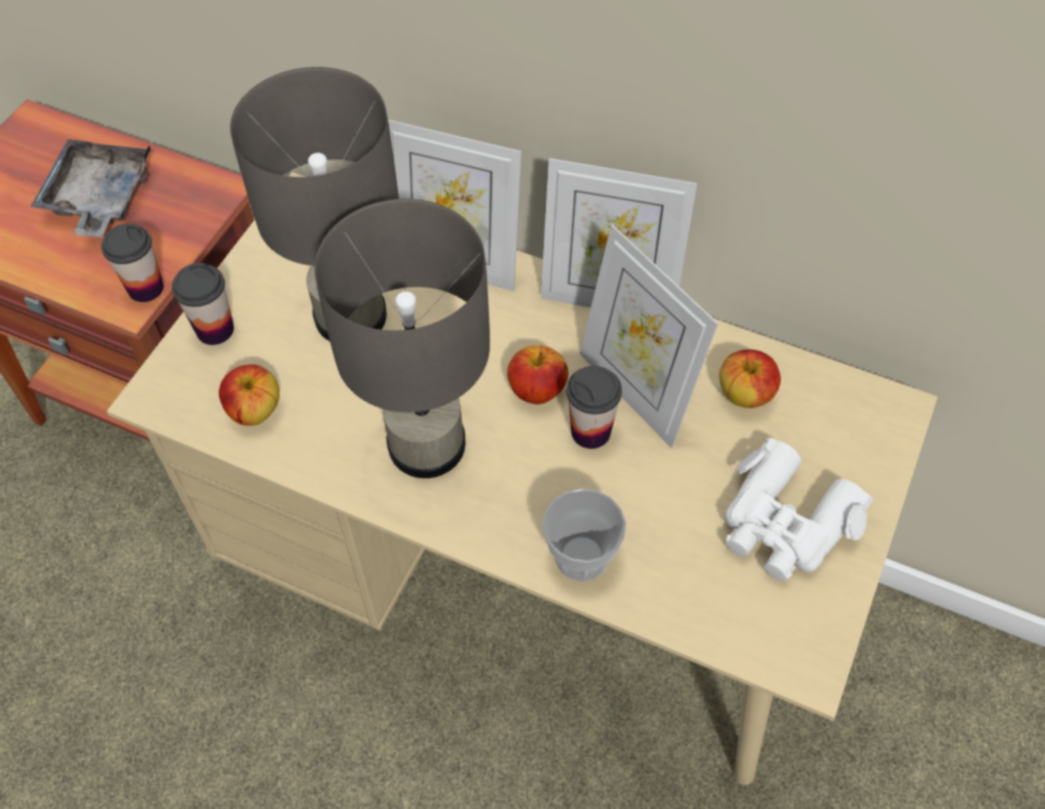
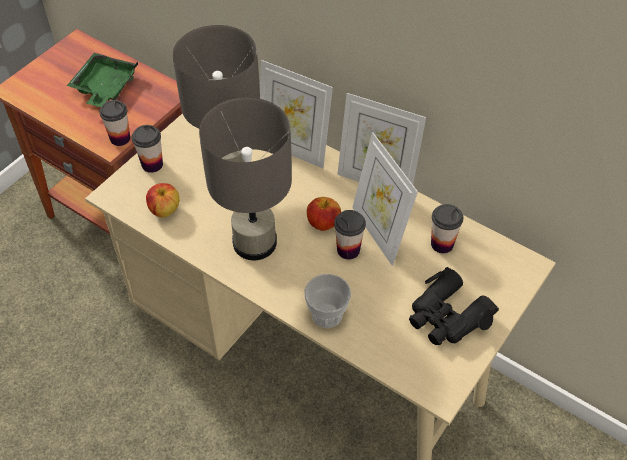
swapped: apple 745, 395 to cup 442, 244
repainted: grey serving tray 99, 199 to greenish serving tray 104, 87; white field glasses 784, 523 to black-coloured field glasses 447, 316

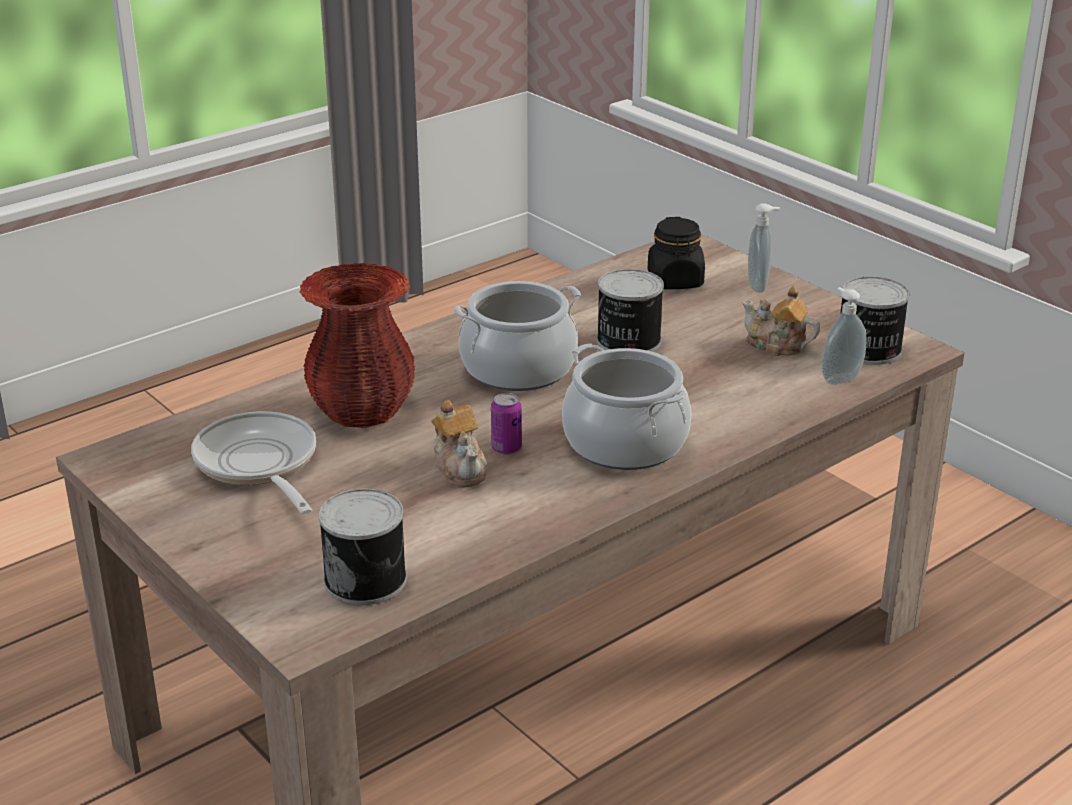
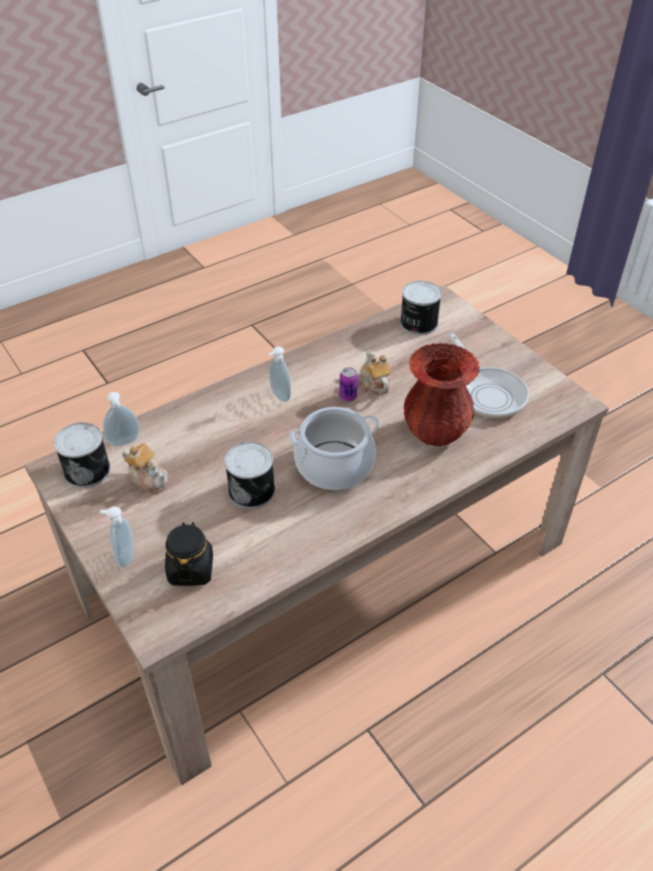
swapped: cooking pot 625, 443 to soap dispenser 279, 396

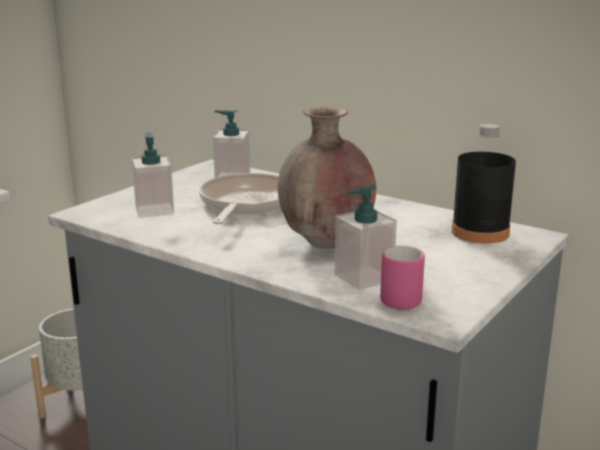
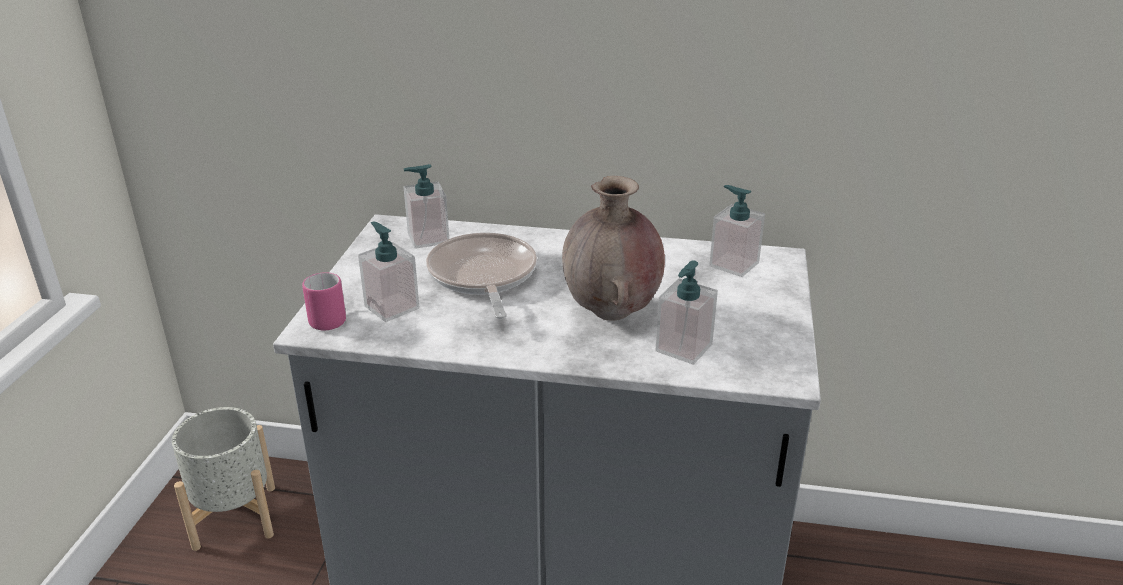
shifted: pinkish coffee mug 404, 299 to 330, 318
swapped: black-coloured drink bottle 480, 232 to soap dispenser 733, 264

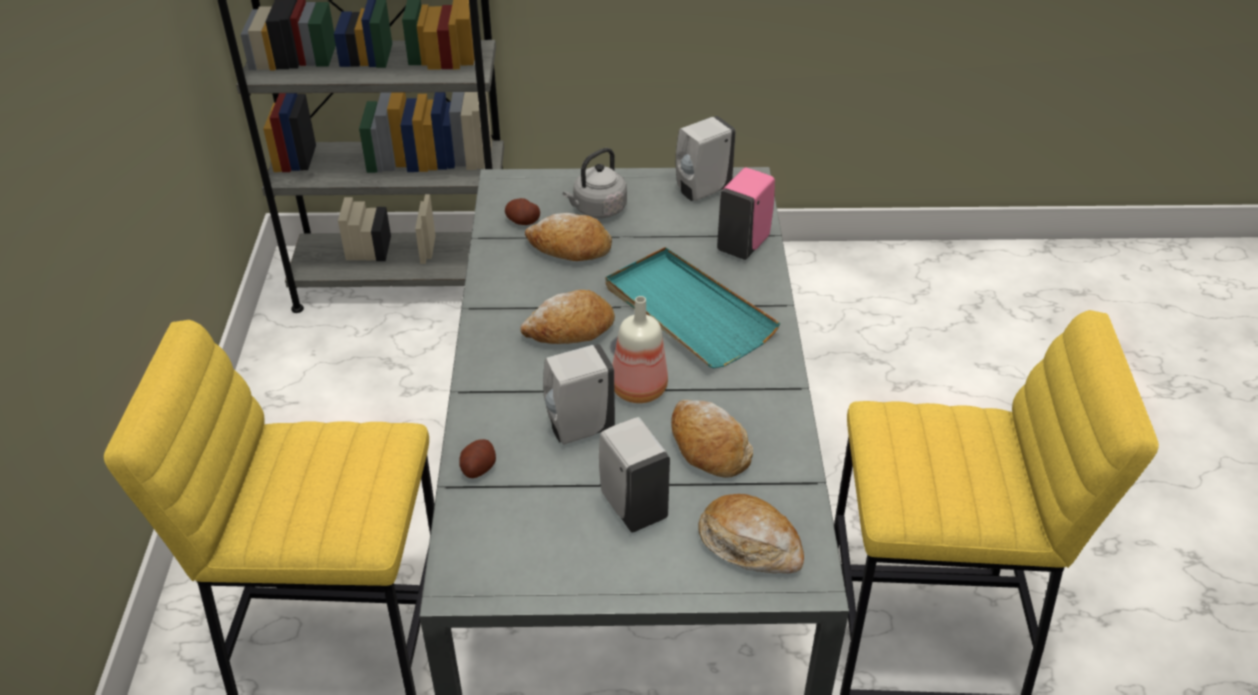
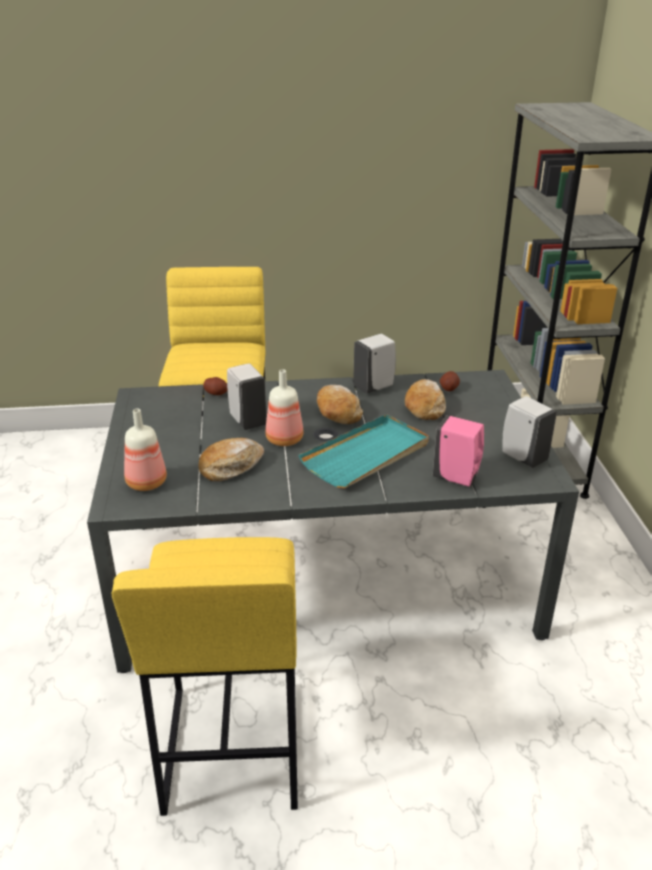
gone: grey kettle 597, 210
shifted: white soap dispenser 632, 505 to 374, 387
swapped: baked bread 750, 544 to drink bottle 146, 483

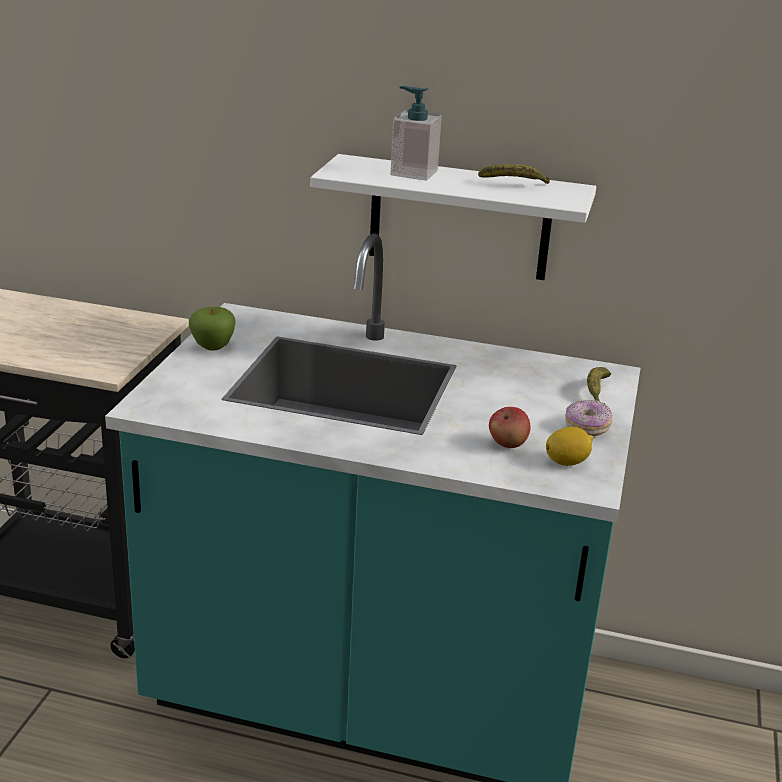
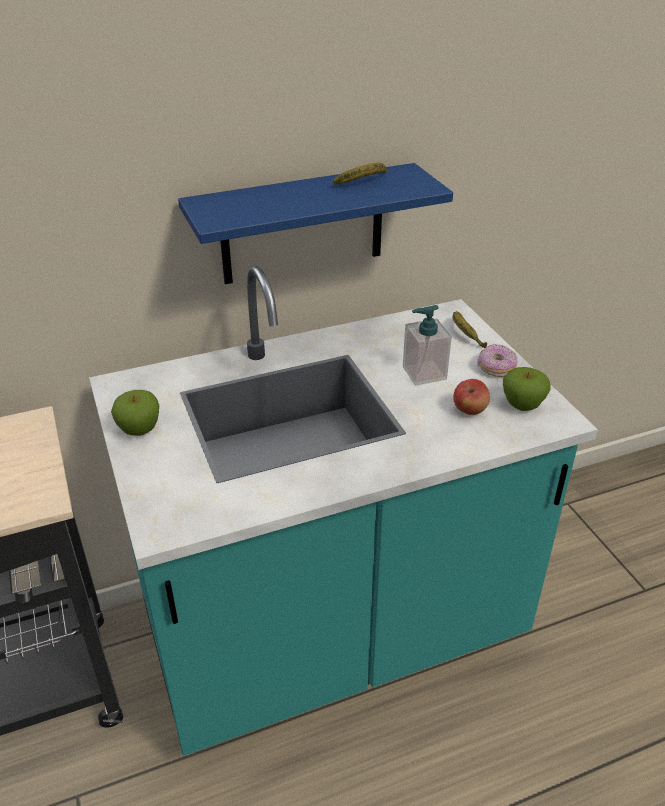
shifted: soap dispenser 413, 173 to 424, 373
swapped: whole lemon 567, 462 to apple 522, 405
repainted: white wall shelf 459, 218 to blue-coloured wall shelf 303, 225

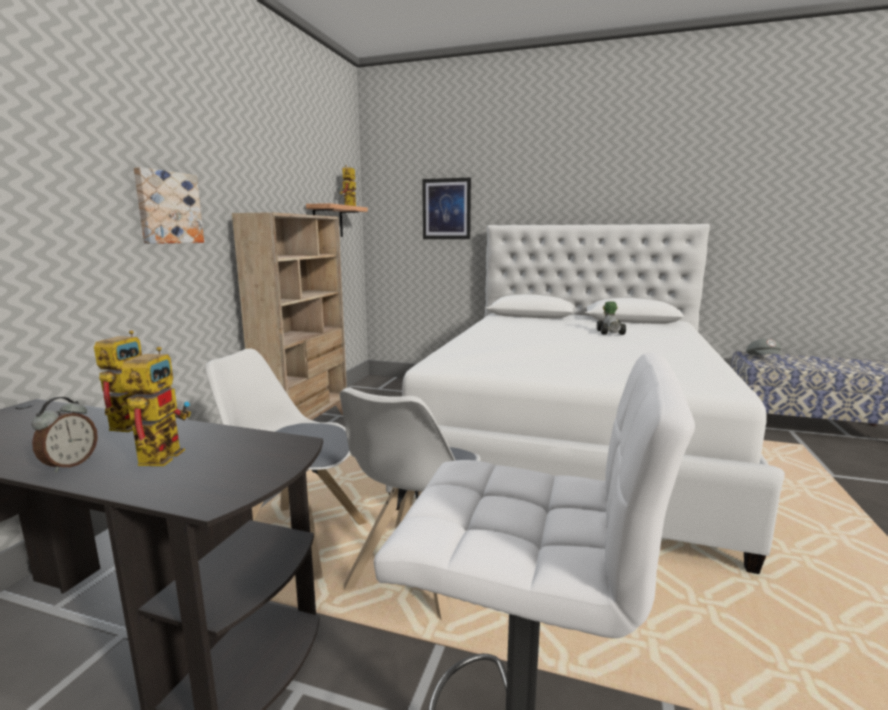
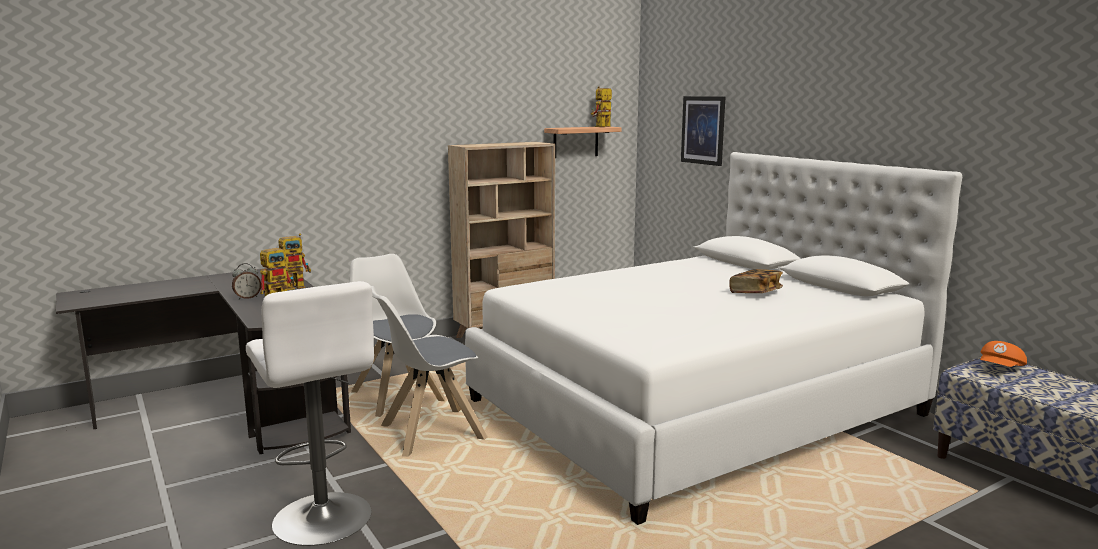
gone: wall art 168, 207
swapped: model car 610, 332 to bound book 755, 293
repainted: grey cap 764, 358 to orange cap 1001, 369

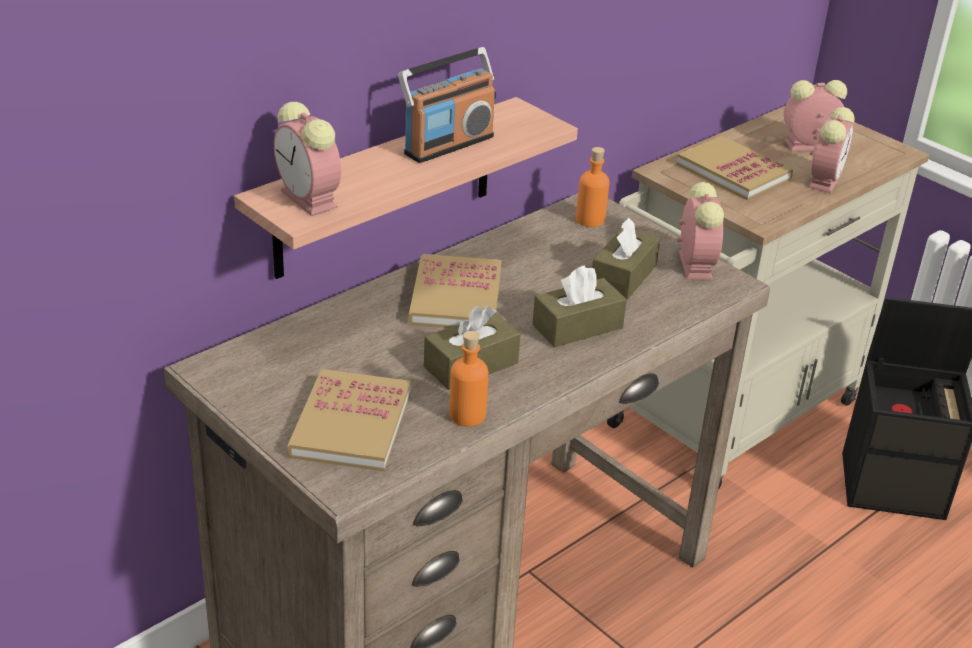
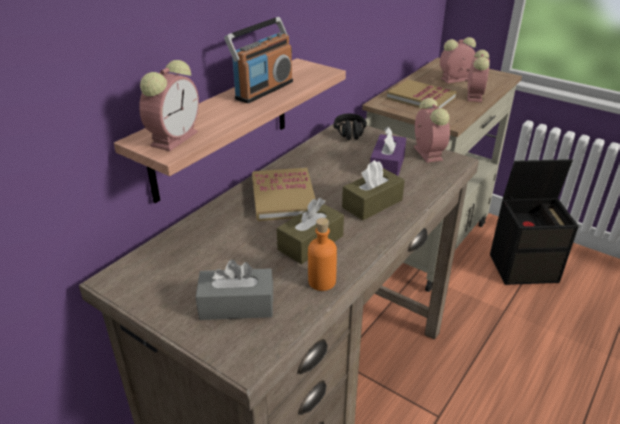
swapped: orange drink bottle 590, 220 to black-coloured headset 350, 135; bound book 351, 424 to grey box of tissues 237, 305
repainted: brown box of tissues 623, 276 to purple-coloured box of tissues 387, 166
rotated: table clock 311, 200 = 175, 137 105 degrees counterclockwise

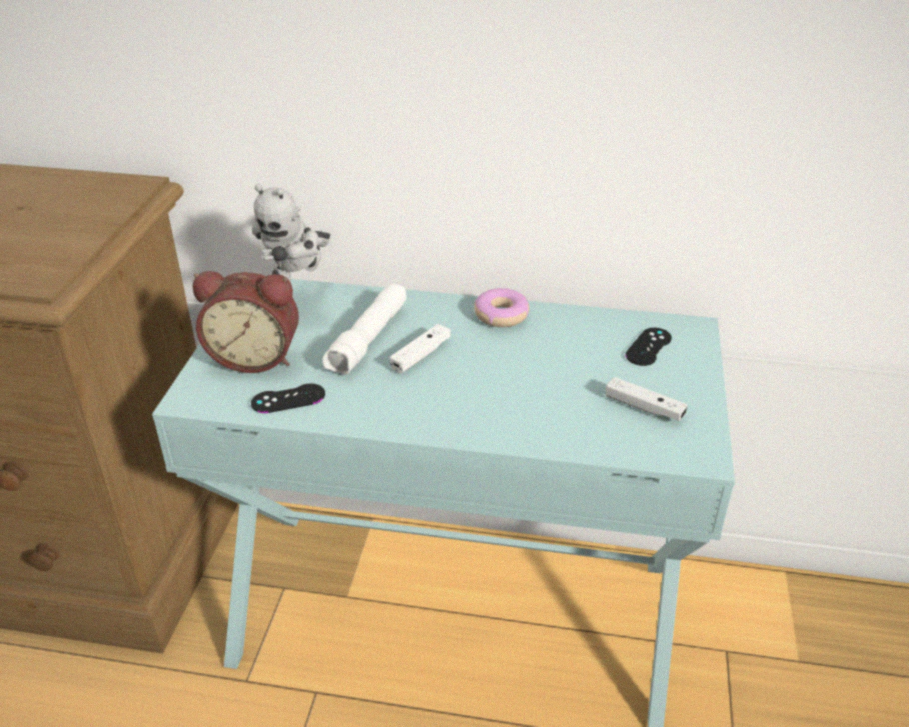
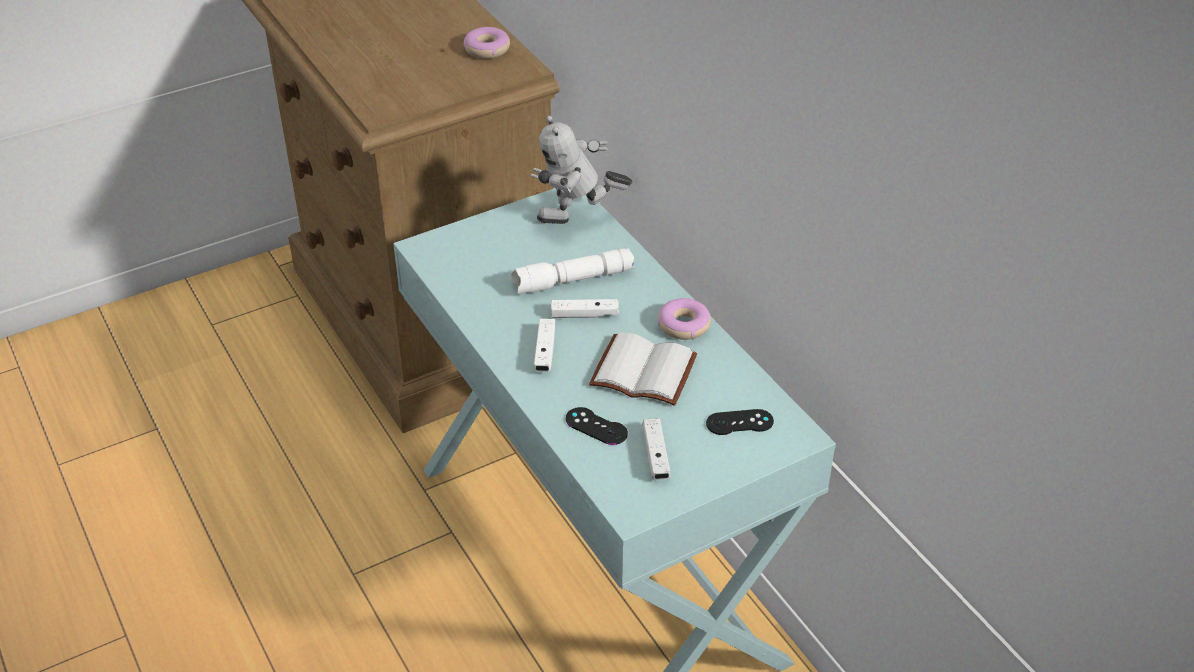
gone: table clock 256, 357
new: ring doughnut 487, 49; white game controller 545, 352; white bound book 641, 373
shifted: black-coloured game controller 288, 399 to 596, 426

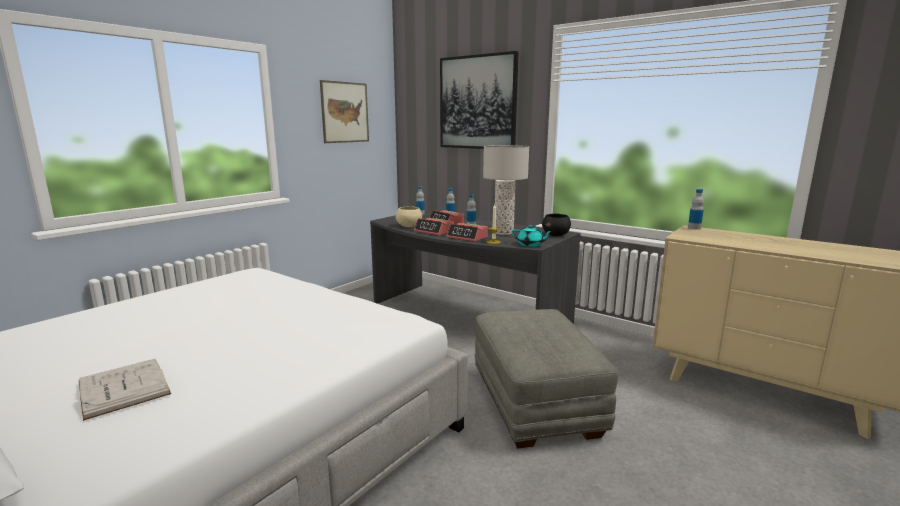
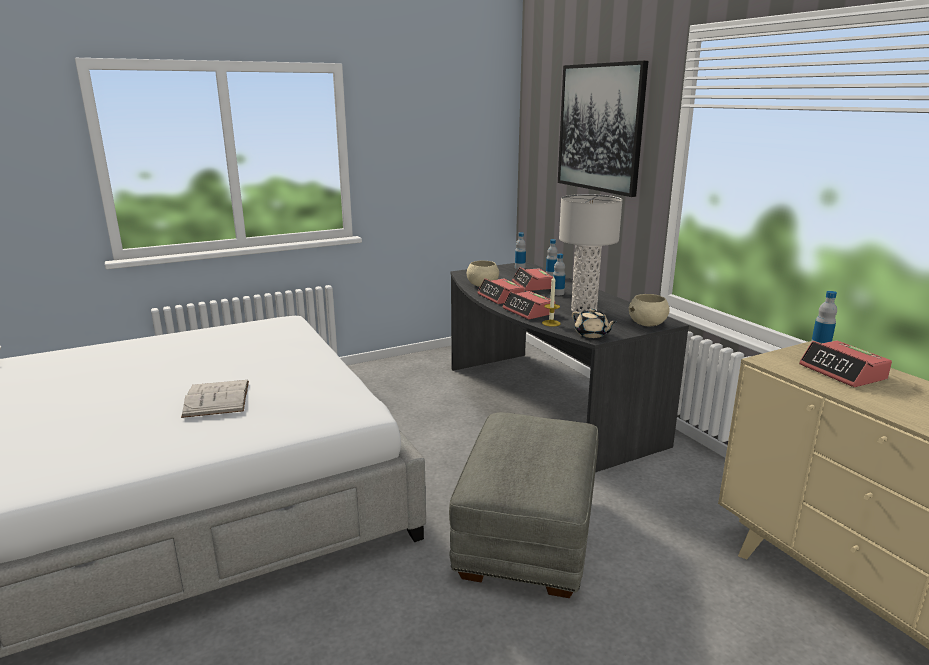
gone: wall art 345, 112
new: table clock 843, 372
shifted: white bound book 123, 387 to 217, 398
repainted: black-coloured serving bowl 556, 235 to beige serving bowl 647, 324; blue-green teapot 530, 245 to beige teapot 591, 334

